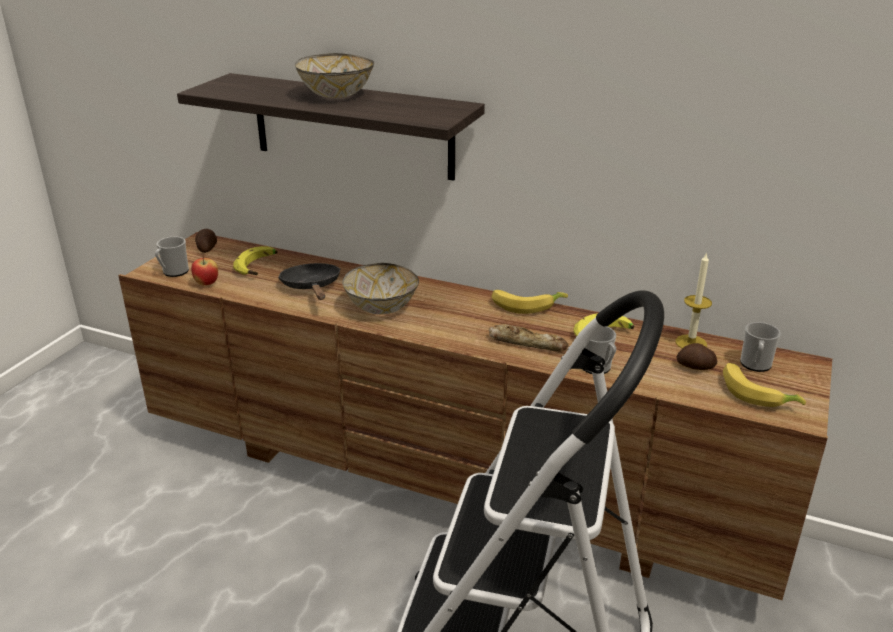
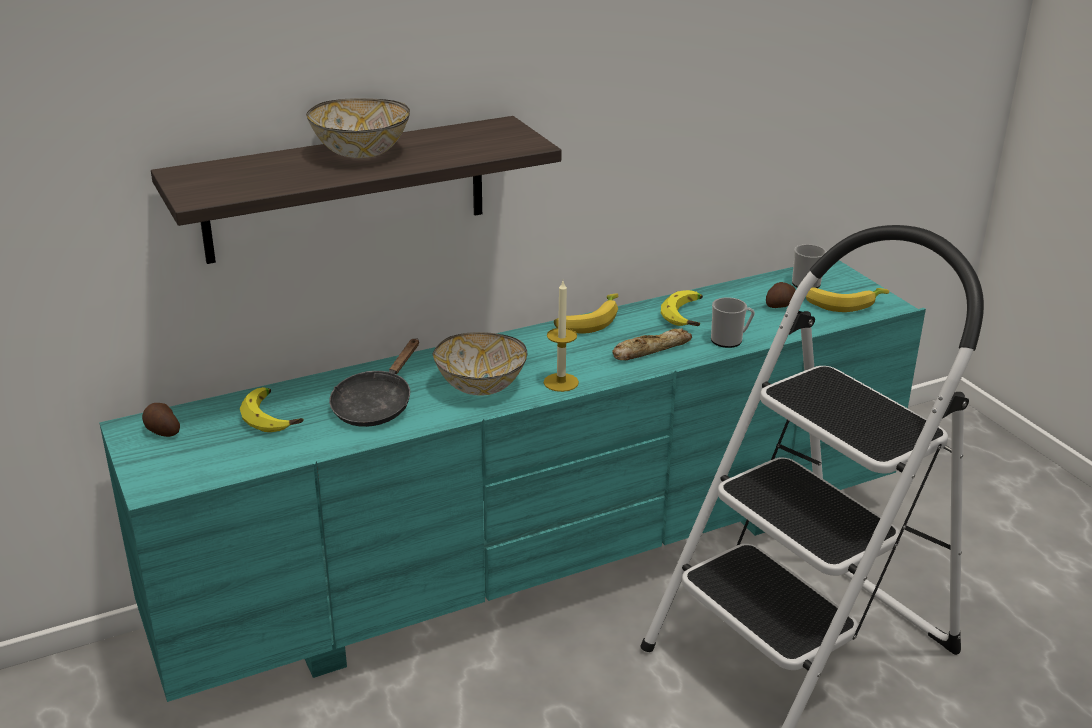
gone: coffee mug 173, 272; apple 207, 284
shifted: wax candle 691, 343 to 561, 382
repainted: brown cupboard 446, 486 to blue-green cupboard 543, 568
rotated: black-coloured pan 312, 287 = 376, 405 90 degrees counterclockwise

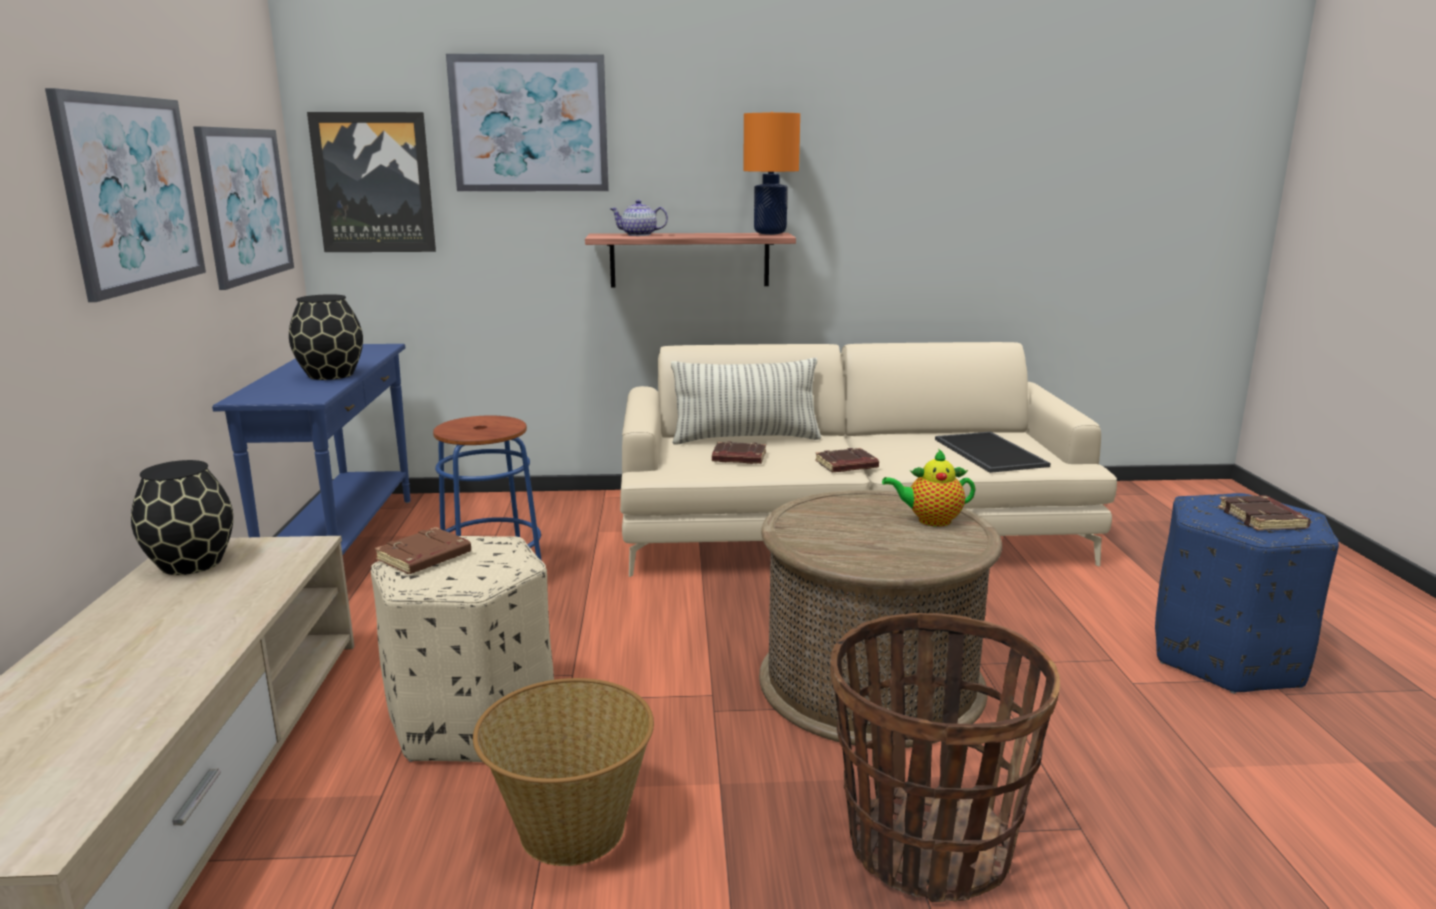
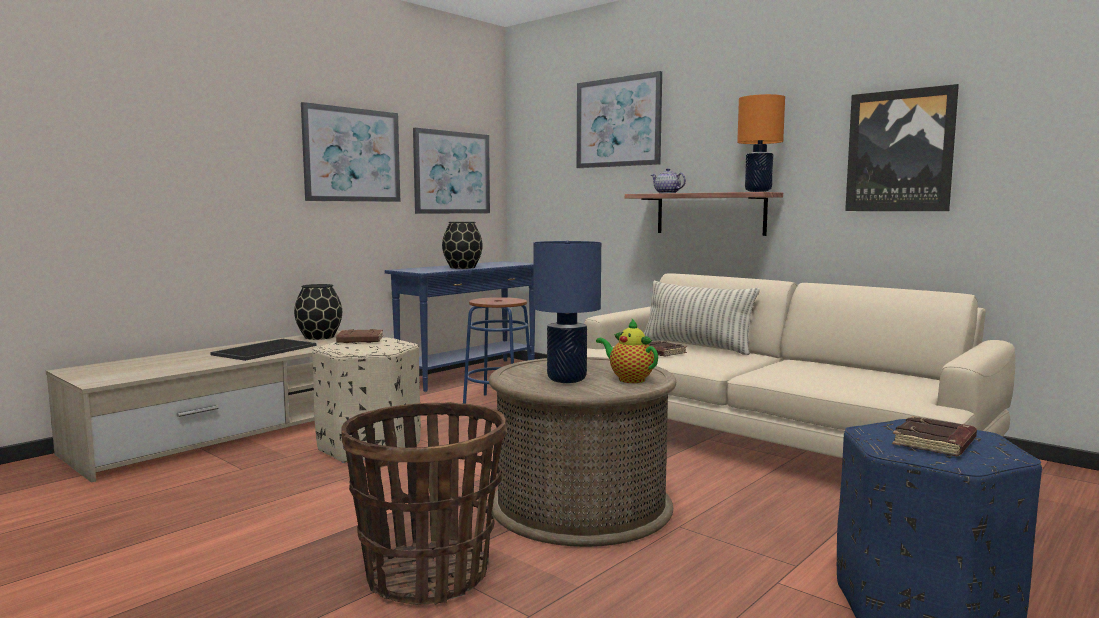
gone: brown bound book 846, 466; storage basket 570, 830
new: blue-coloured tabletop lamp 566, 381
shifted: wall art 374, 183 to 900, 151; serving tray 987, 452 to 265, 350

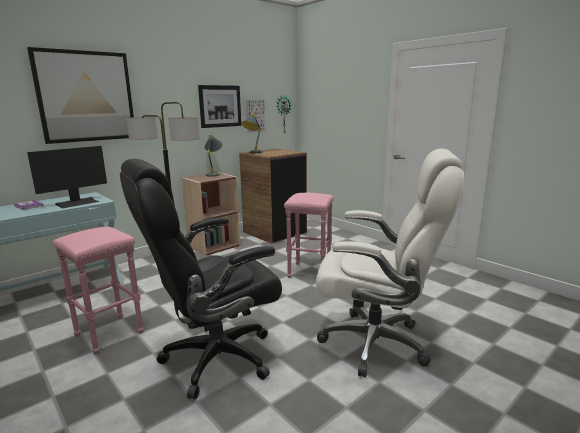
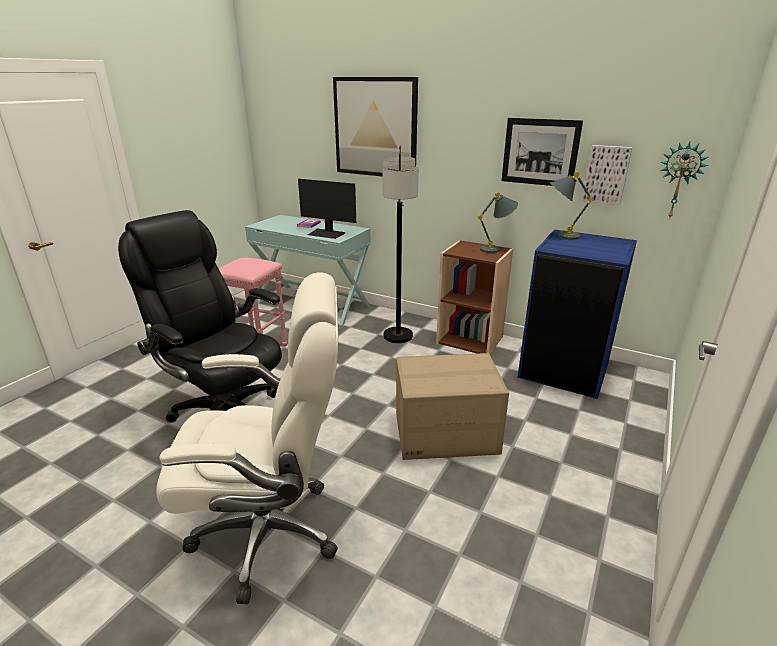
swapped: pinkish stool seat 310, 272 to carton 445, 434
repainted: brown cupboard 275, 232 to blue-coloured cupboard 564, 370
rotated: white desk chair 376, 343 = 270, 533 90 degrees counterclockwise

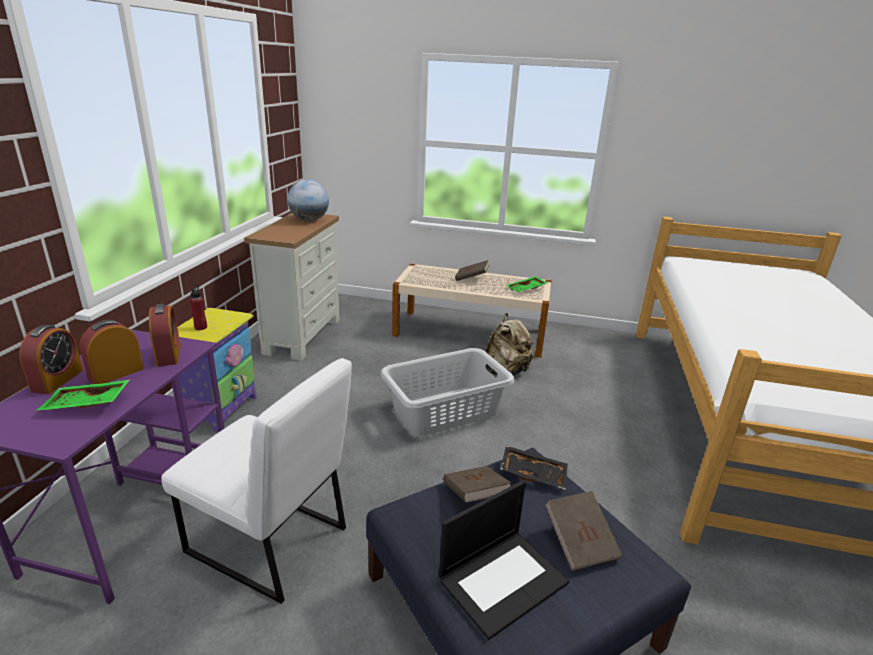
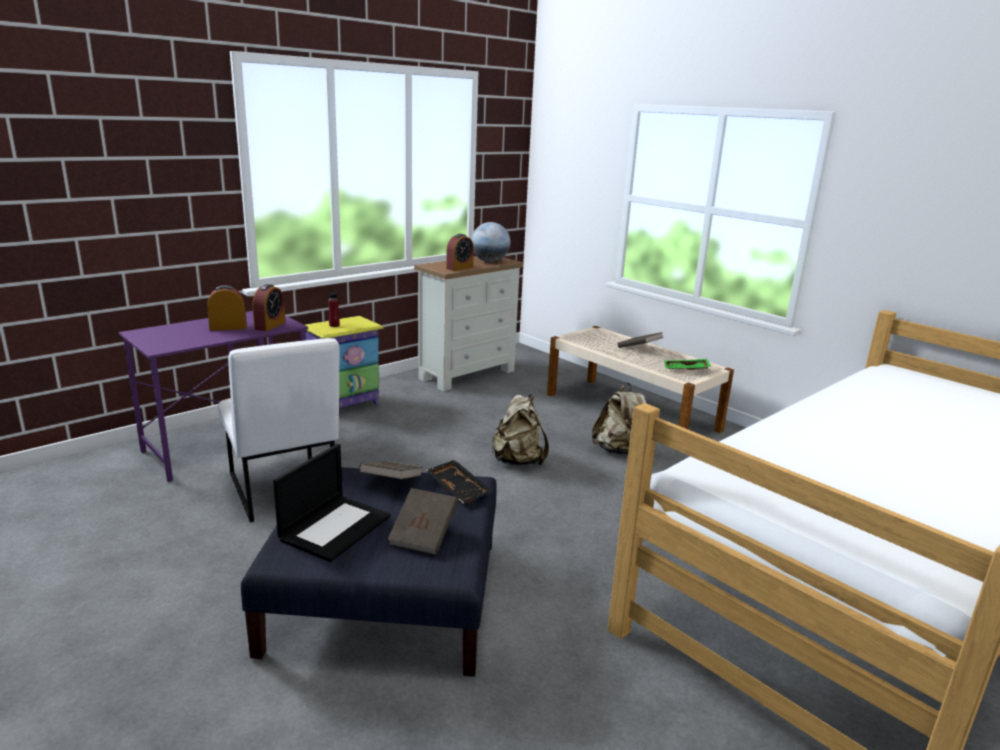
gone: greenish serving tray 86, 405
shifted: table clock 57, 380 to 459, 268
swapped: grey hamper 446, 411 to beige rucksack 518, 461
rotated: portable computer 503, 580 = 335, 527 60 degrees counterclockwise

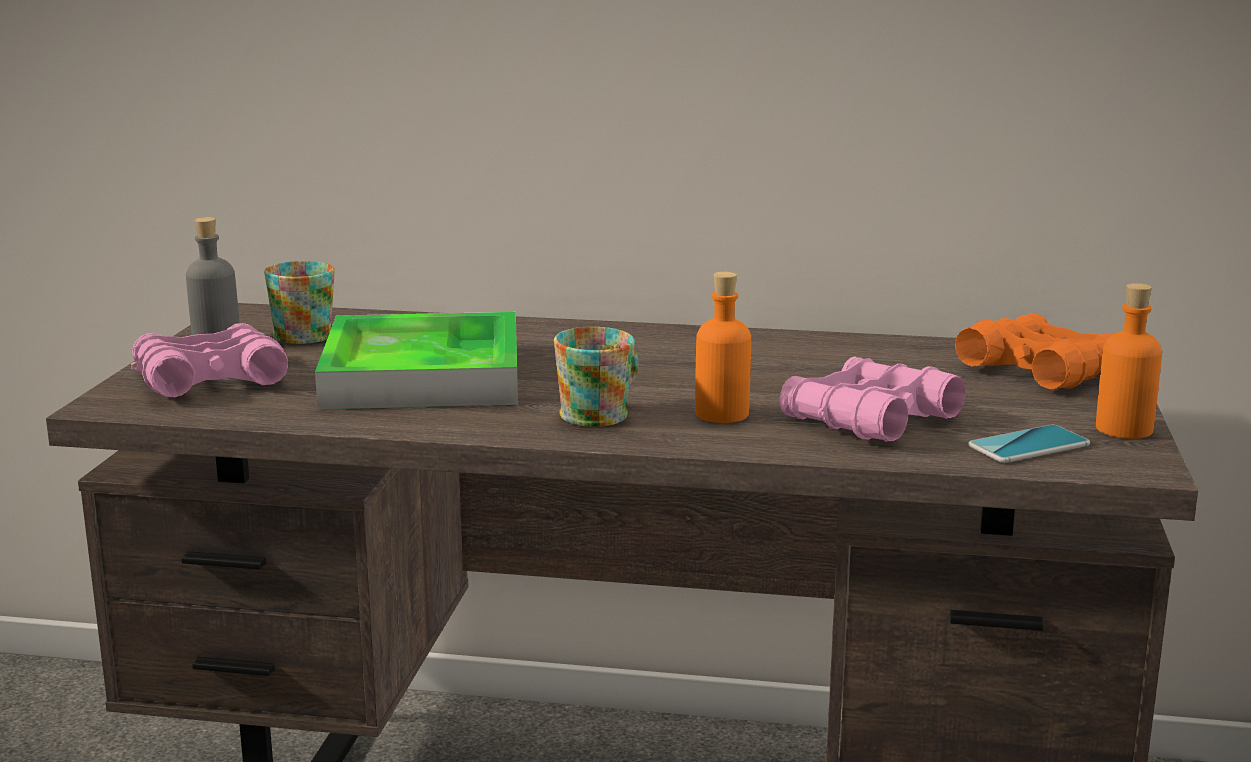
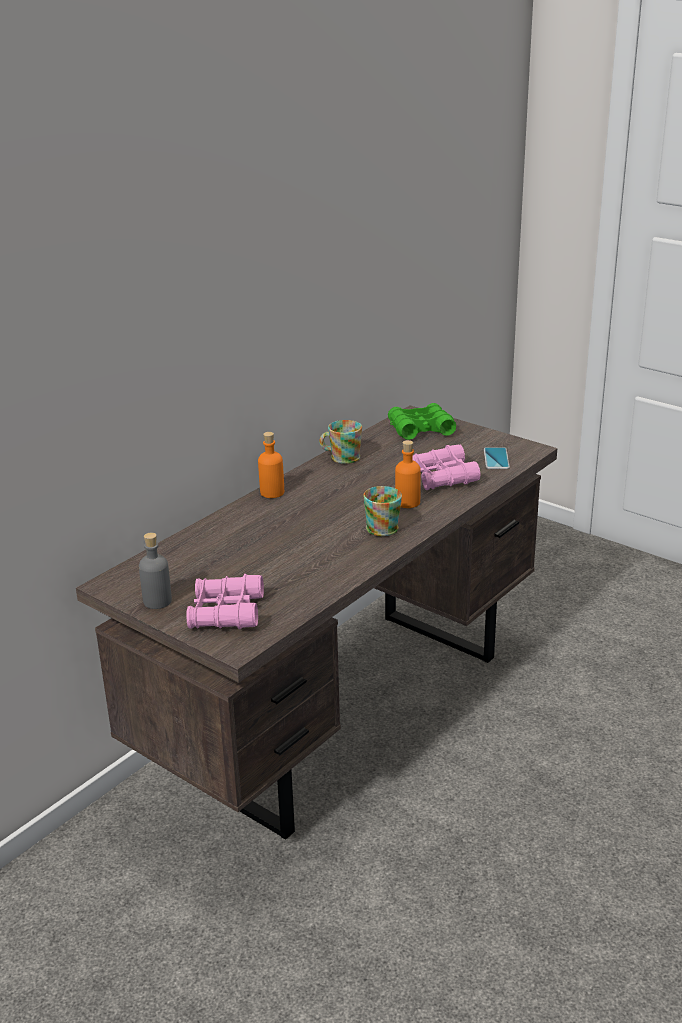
gone: serving tray 423, 375
shifted: coffee mug 301, 333 to 341, 457; orange drink bottle 1123, 429 to 272, 492
repainted: orange field glasses 1040, 370 to greenish field glasses 421, 429

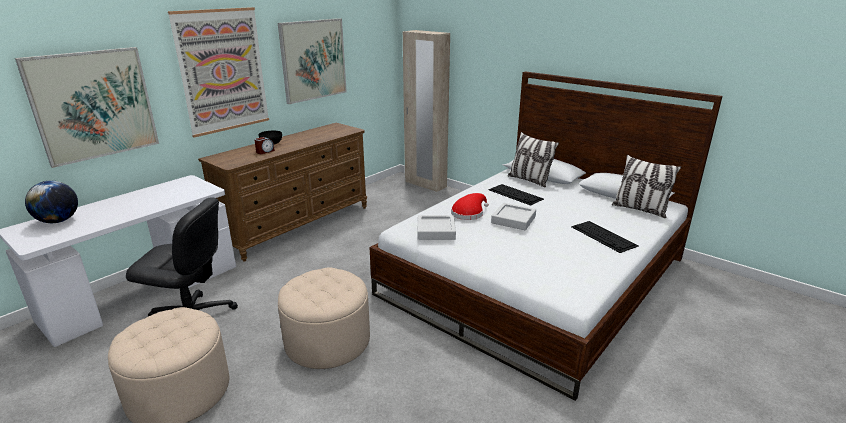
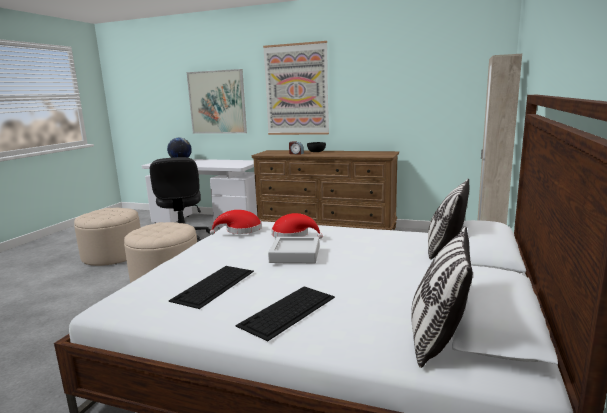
gone: wall art 313, 60
shifted: keyboard 516, 194 to 214, 286
swapped: grey serving tray 436, 231 to reddish hat 241, 230

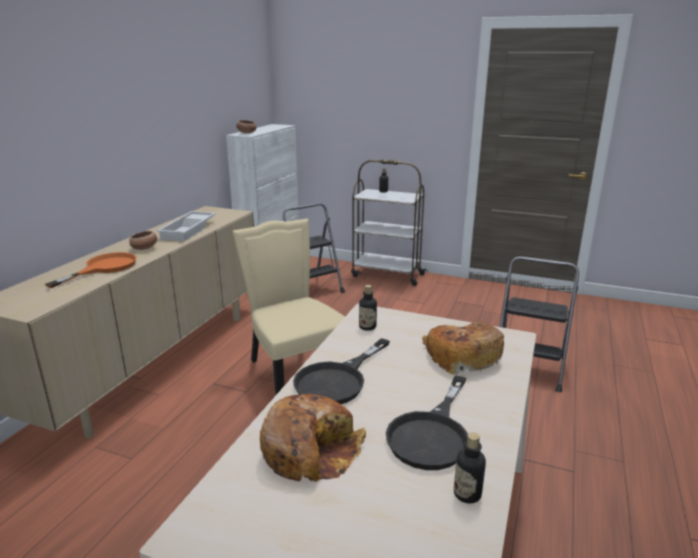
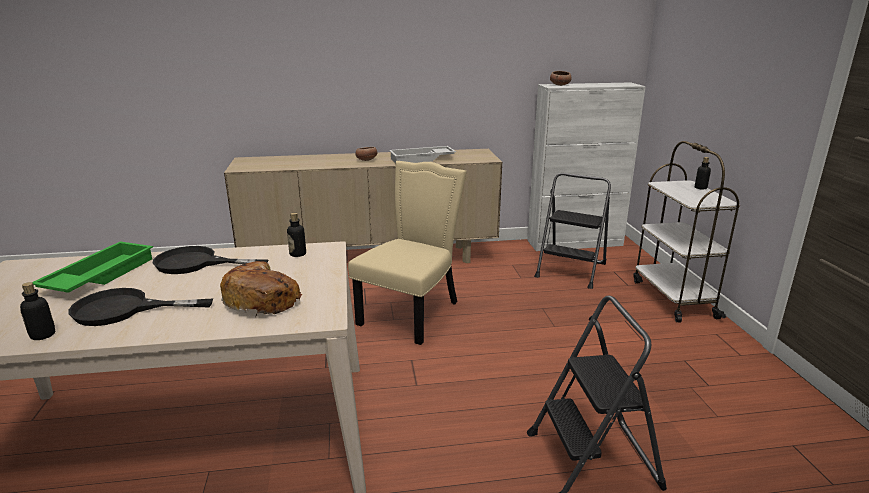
gone: orange pan 104, 268
swapped: baked bread 311, 449 to greenish serving tray 98, 275

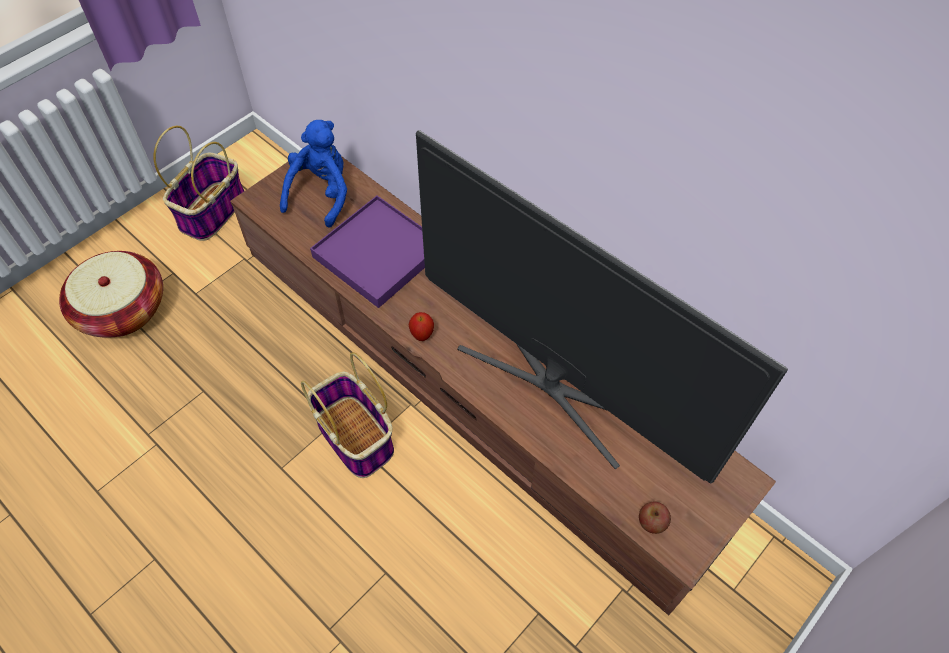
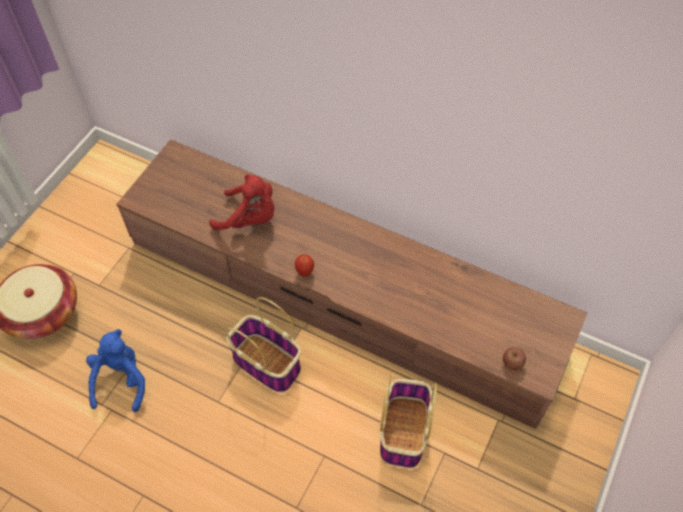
gone: TV set 555, 384
shifted: blue-coloured soft toy 321, 194 to 121, 380; storage basket 212, 211 to 403, 430
swapped: purple-coloured serving tray 378, 254 to reddish soft toy 250, 219

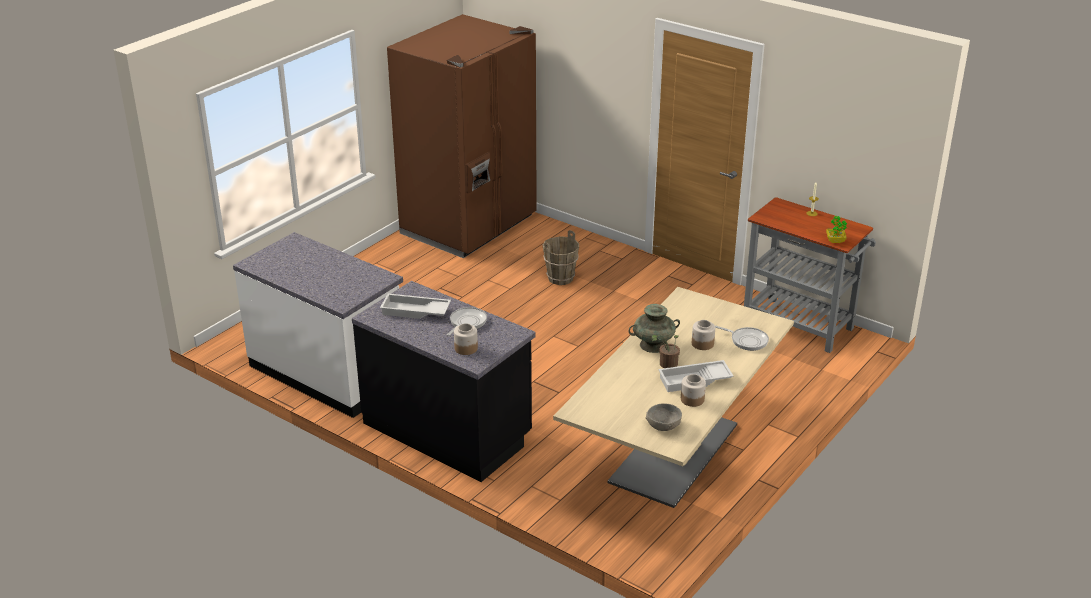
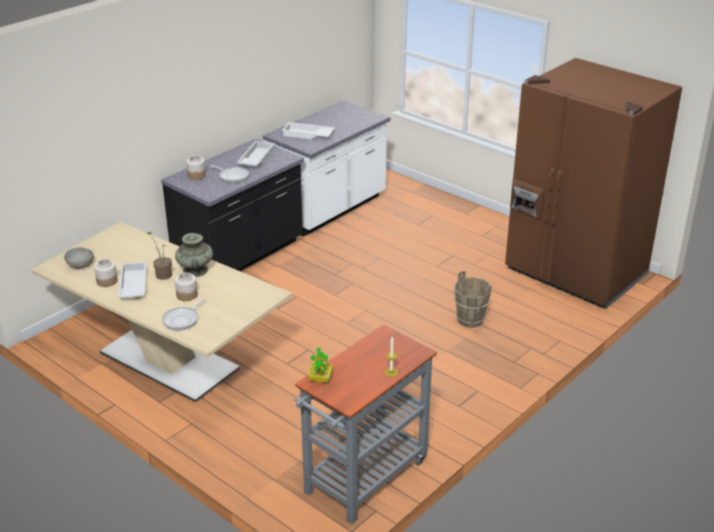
new: white serving tray 307, 135

